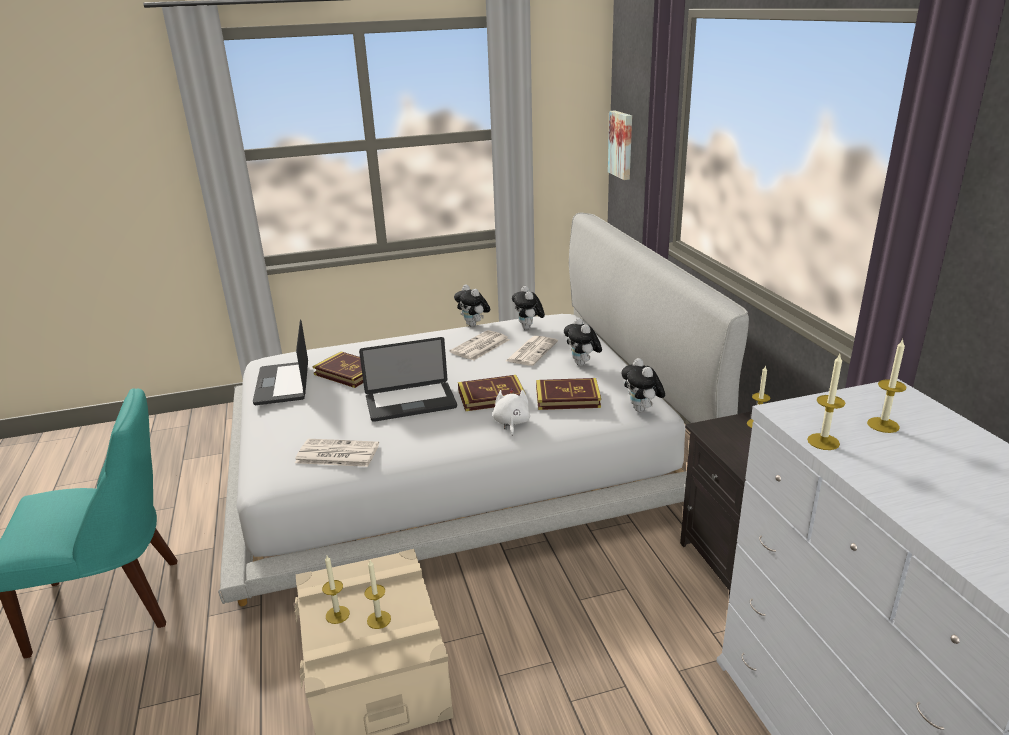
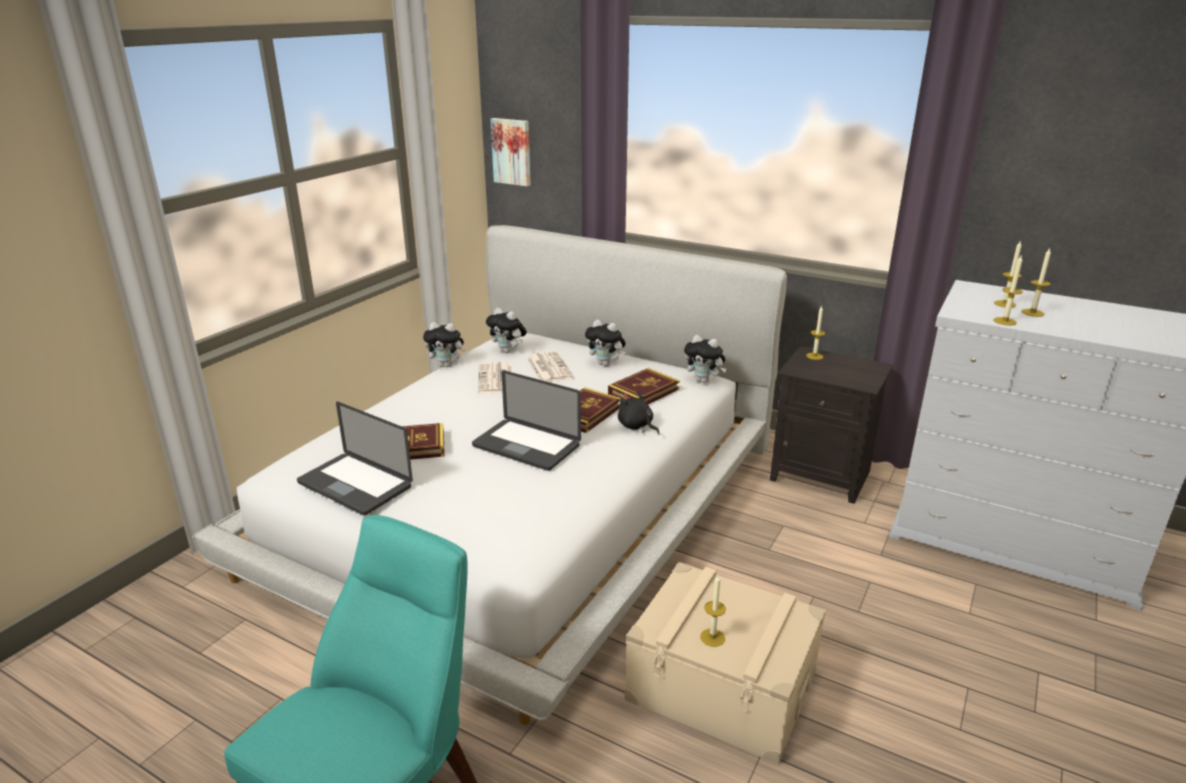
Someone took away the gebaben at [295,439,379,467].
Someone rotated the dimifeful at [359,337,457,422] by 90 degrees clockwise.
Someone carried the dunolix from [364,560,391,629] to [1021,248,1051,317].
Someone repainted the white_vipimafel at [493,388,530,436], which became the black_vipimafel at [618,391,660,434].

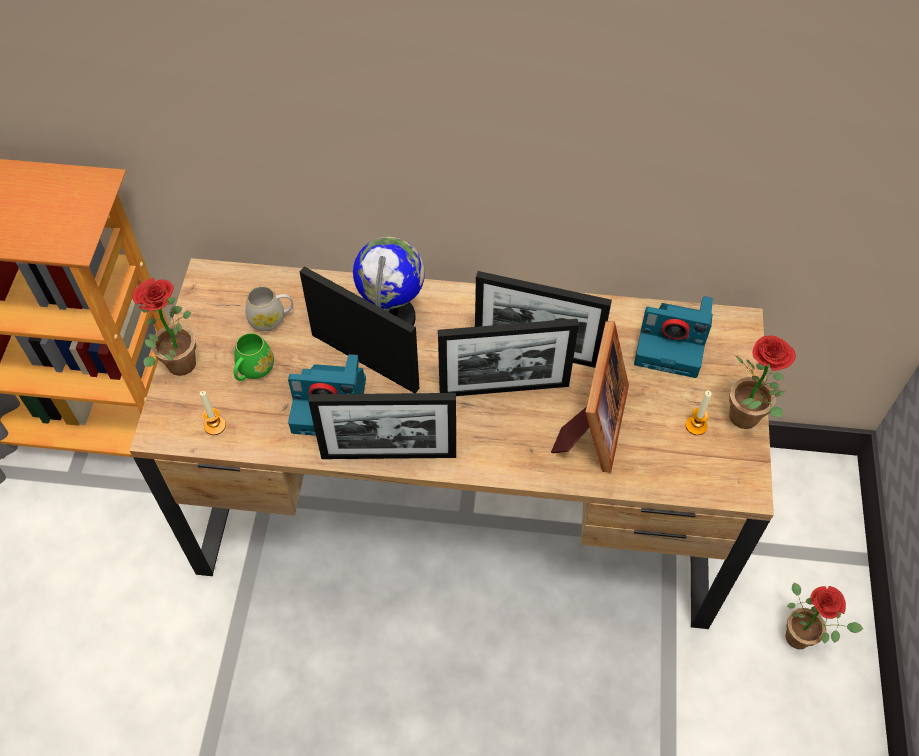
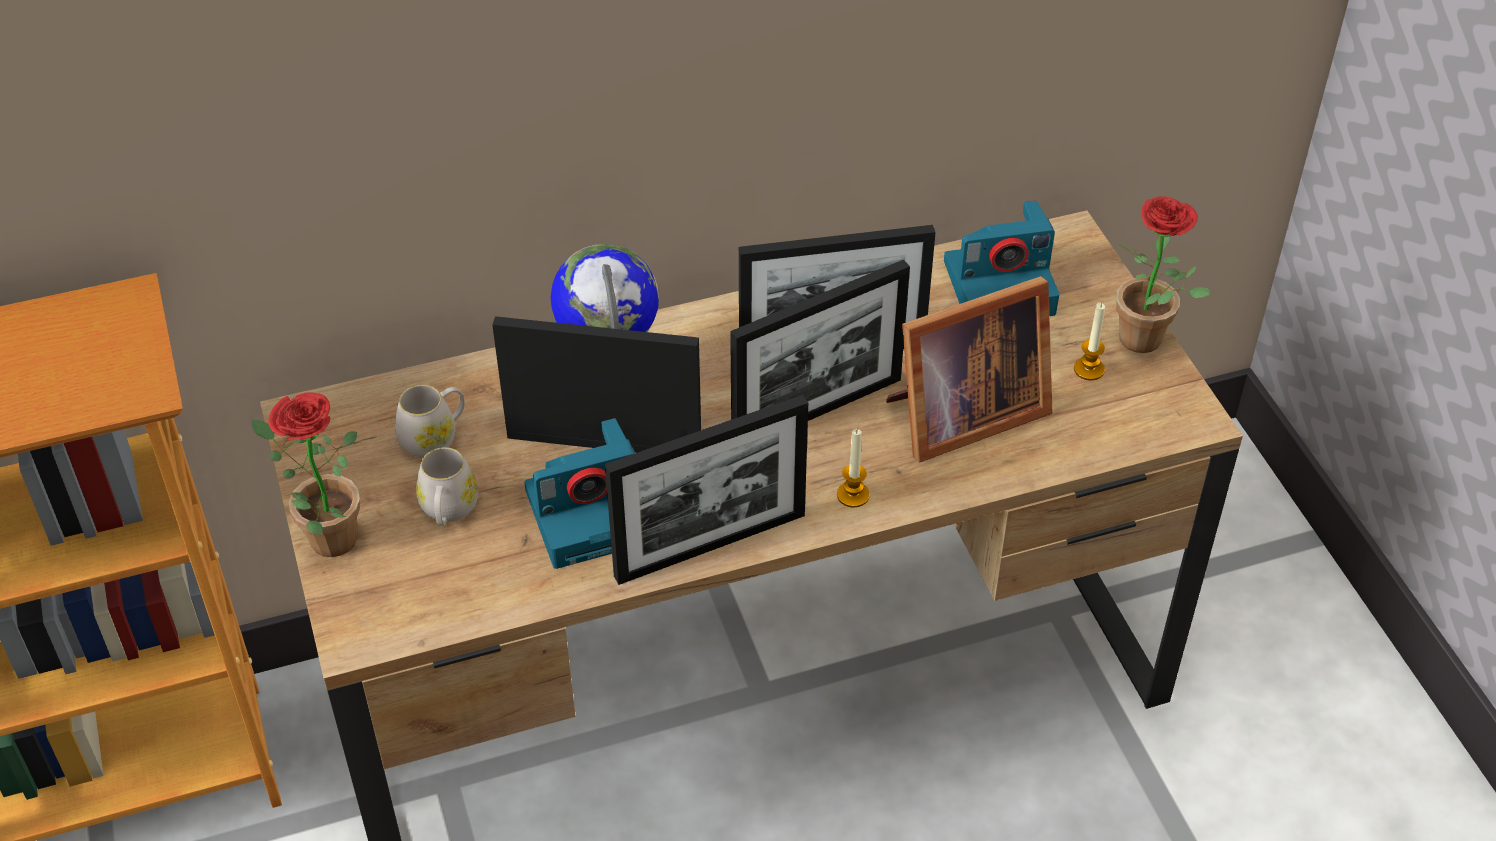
Someone carried the dunolix from [200,391,226,435] to [837,429,870,508].
Someone repainted the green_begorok at [234,333,274,381], which became the white_begorok at [416,447,478,526].
Someone rotated the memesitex at [551,321,629,473] by 75 degrees clockwise.
Someone took away the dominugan at [786,582,863,649].

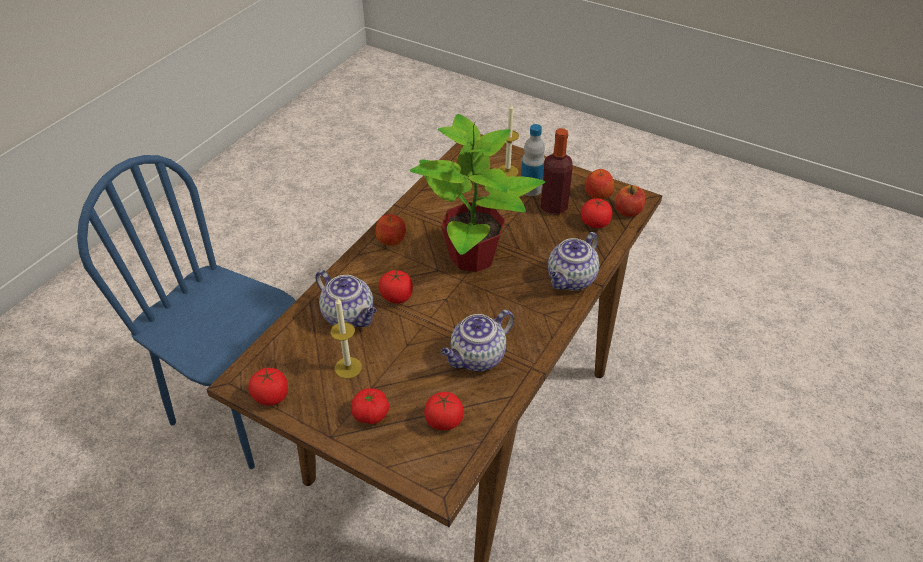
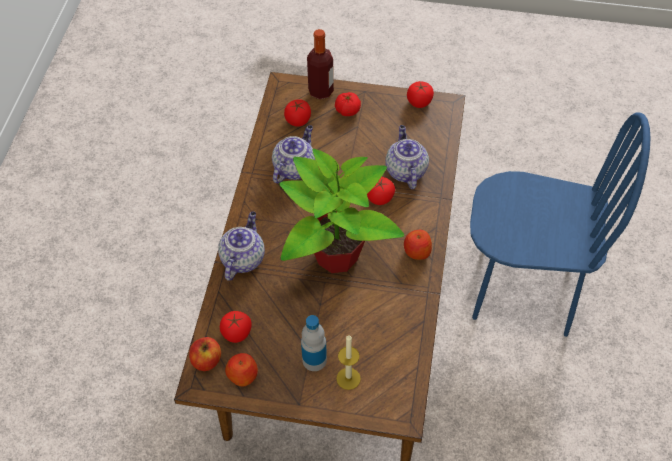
Someone rotated the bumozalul at [315,270,377,328] by 60 degrees clockwise.
Someone took away the dunolix at [330,297,362,379].
Someone carried the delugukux from [540,128,573,215] to [307,29,334,99].

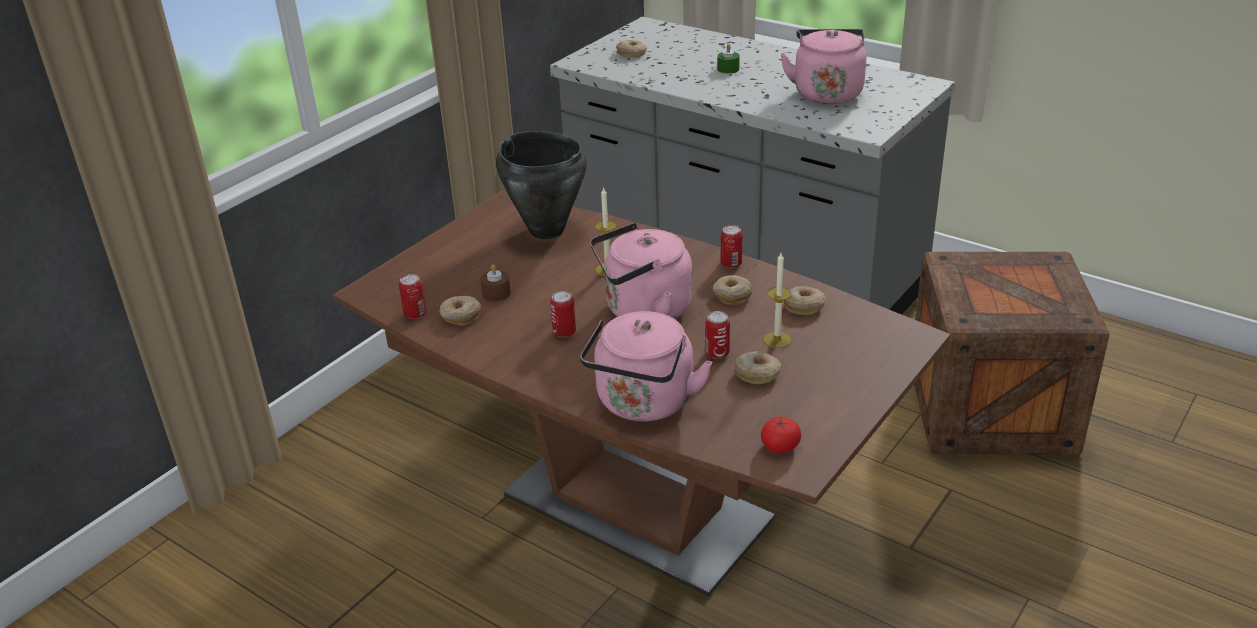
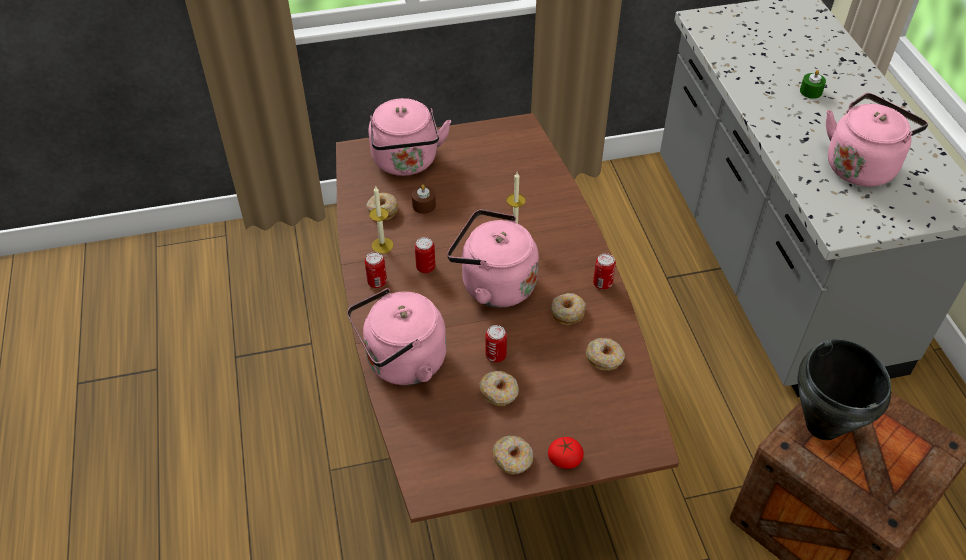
Someone carried the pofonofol from [399,274,426,319] to [365,252,387,288].
Someone carried the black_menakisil from [496,131,587,239] to [798,339,891,440].
Someone carried the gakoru from [616,40,647,58] to [493,436,533,475].
Someone carried the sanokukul from [761,417,801,453] to [548,437,584,469].
Someone carried the dunolix from [764,253,791,348] to [369,186,393,254].
Someone put down the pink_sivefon at [369,98,451,176].

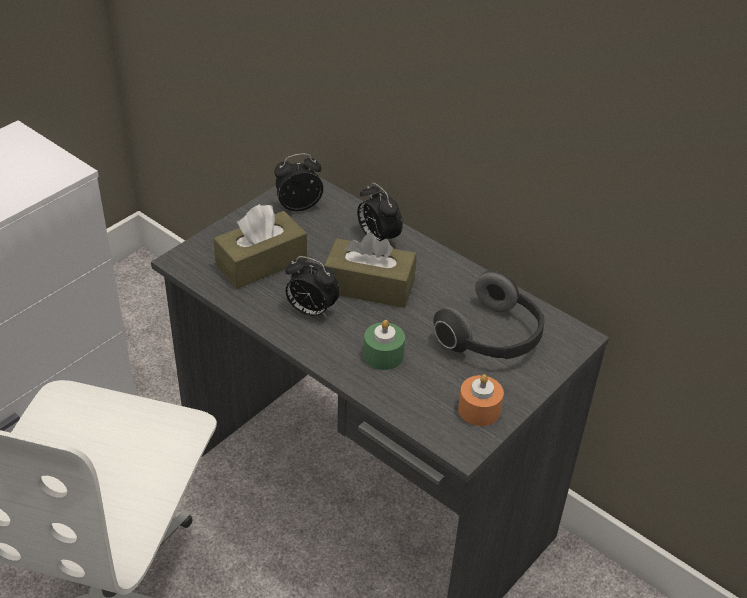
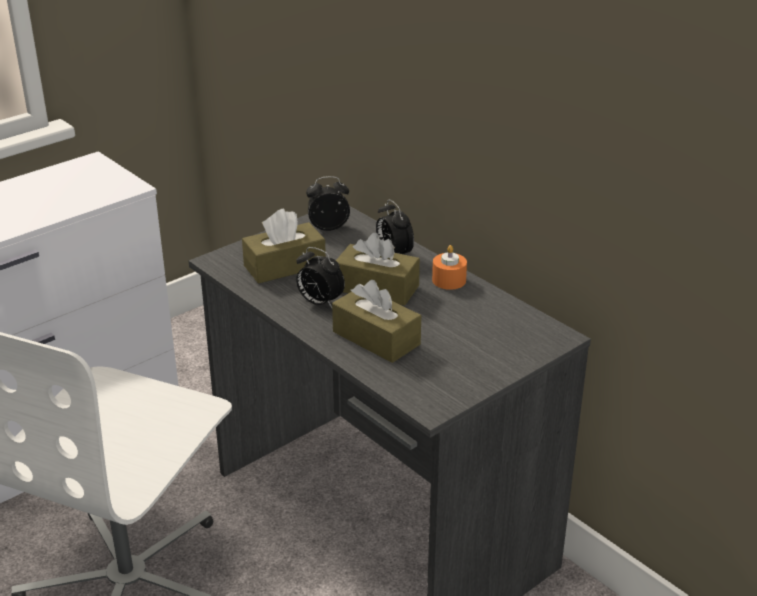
Someone swapped the green_dunolix at [364,320,405,370] for the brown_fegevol at [332,280,421,363].
Someone took away the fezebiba at [434,270,544,359].
Someone carried the orange_dunolix from [458,374,504,426] to [432,245,467,290].

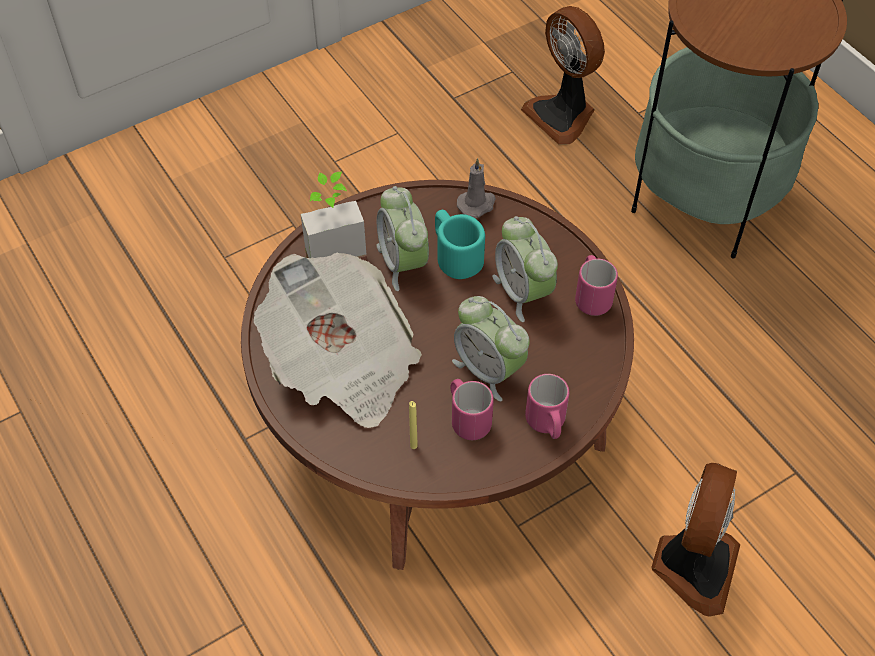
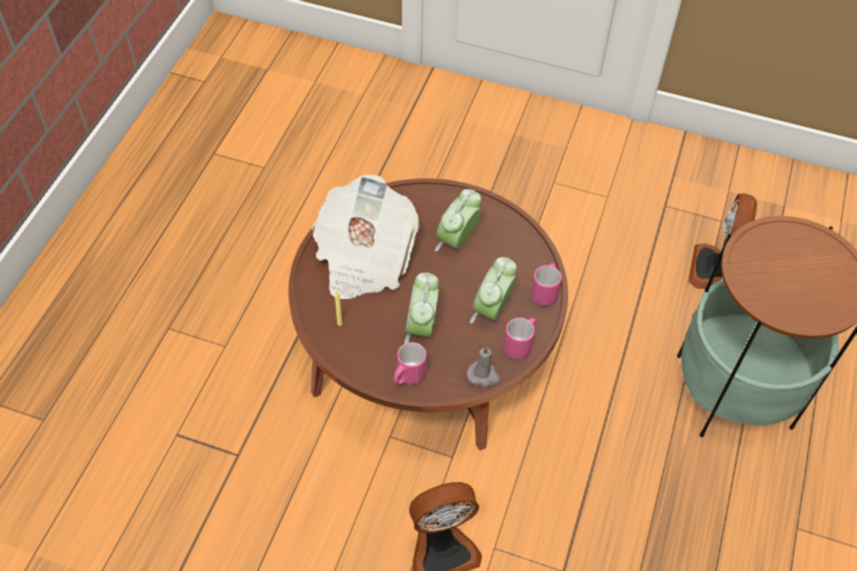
Someone took away the dominugan at [300,172,367,261].
Someone took away the turquoise_begorok at [435,210,485,279].
Someone carried the pink_begorok from [450,379,494,440] to [531,263,562,306].
Someone carried the grey_dunolix from [457,158,496,218] to [467,346,500,387].

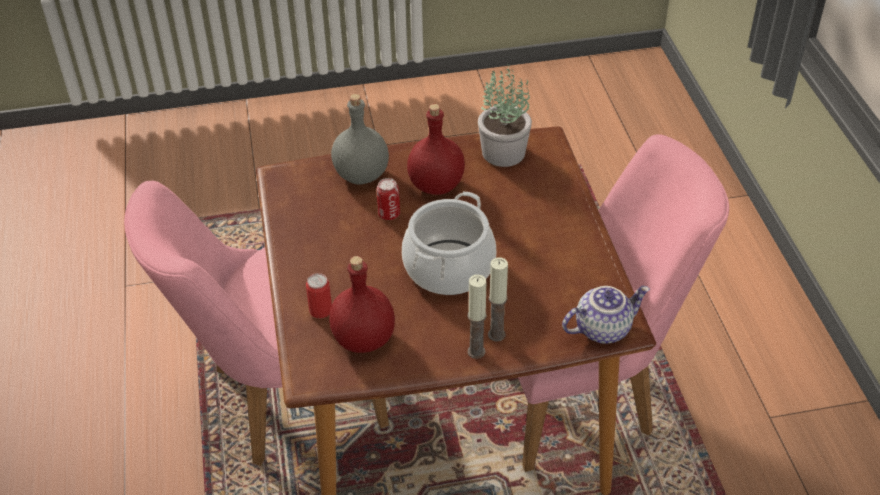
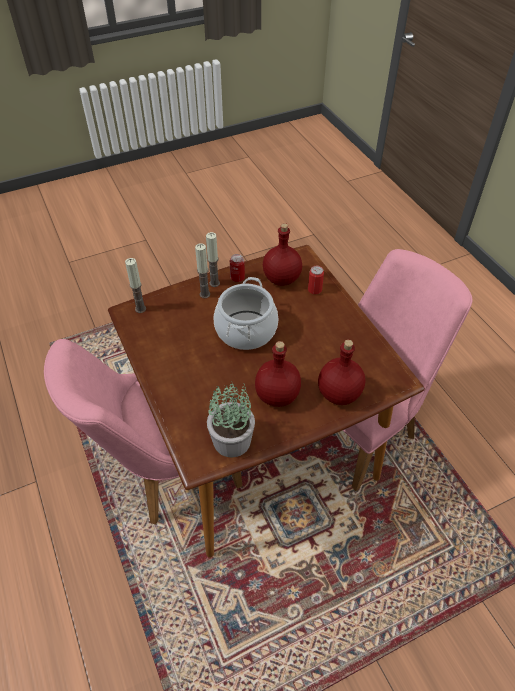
Someone repainted the grey_delugukux at [331,94,389,185], which became the red_delugukux at [318,340,366,405].
Someone carried the pofonofol from [377,178,400,220] to [230,254,245,282].
Someone swapped the bumozalul at [562,286,650,344] for the dunolix at [125,258,146,313].

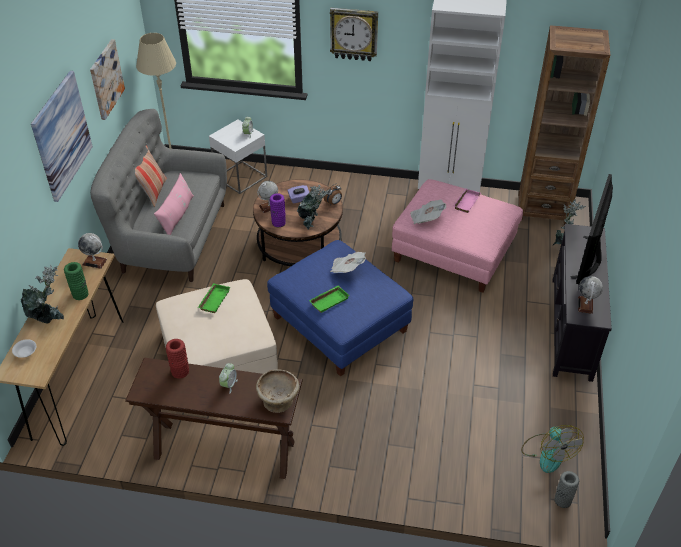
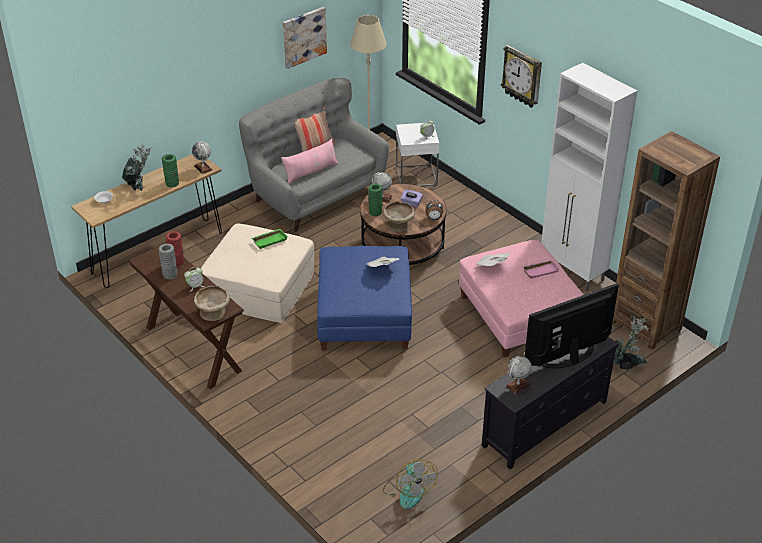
Someone took away the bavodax at [31,71,93,202].
Someone repainted the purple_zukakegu at [270,193,286,227], which became the green_zukakegu at [368,184,383,216].
Someone swapped the dominugan at [297,185,329,229] for the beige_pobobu at [383,201,415,232].
Someone took away the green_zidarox at [309,285,350,313].
Someone rotated the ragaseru at [521,425,584,473] by 45 degrees counterclockwise.
Someone carried the grey_zukakegu from [554,471,579,508] to [158,244,177,280].

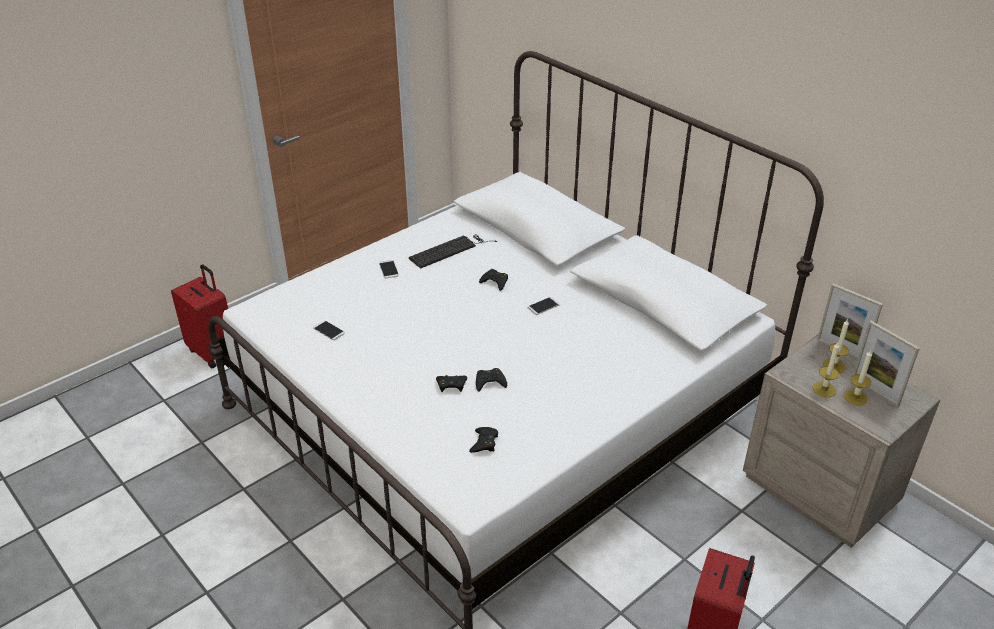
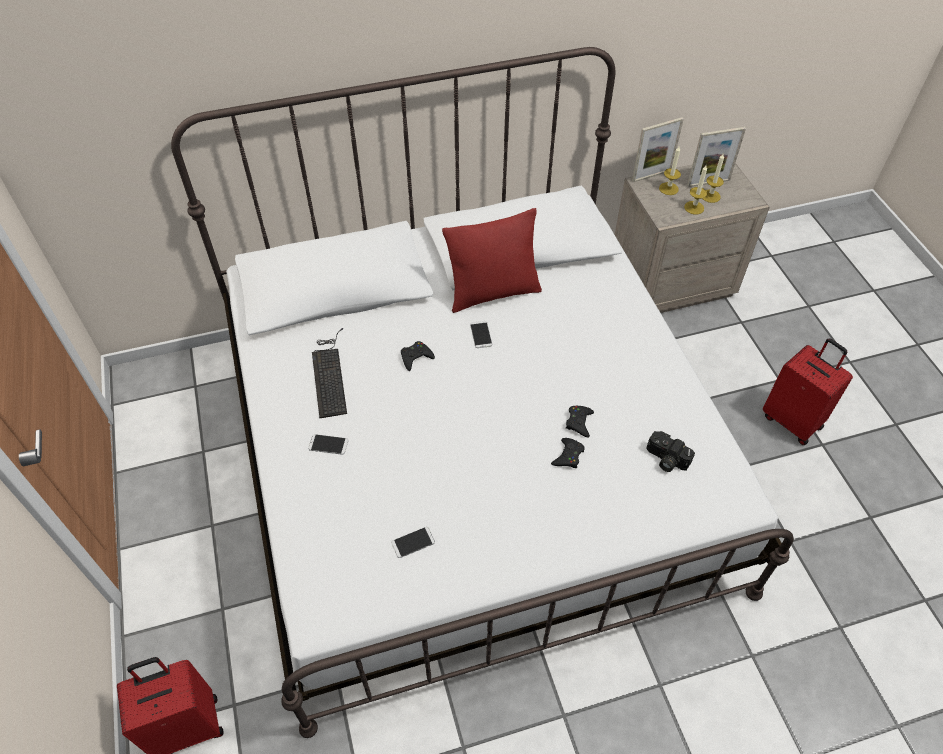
Someone swapped the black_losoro at [469,427,498,453] for the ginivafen at [646,431,695,472].
Someone put down the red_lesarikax at [442,208,542,313].

